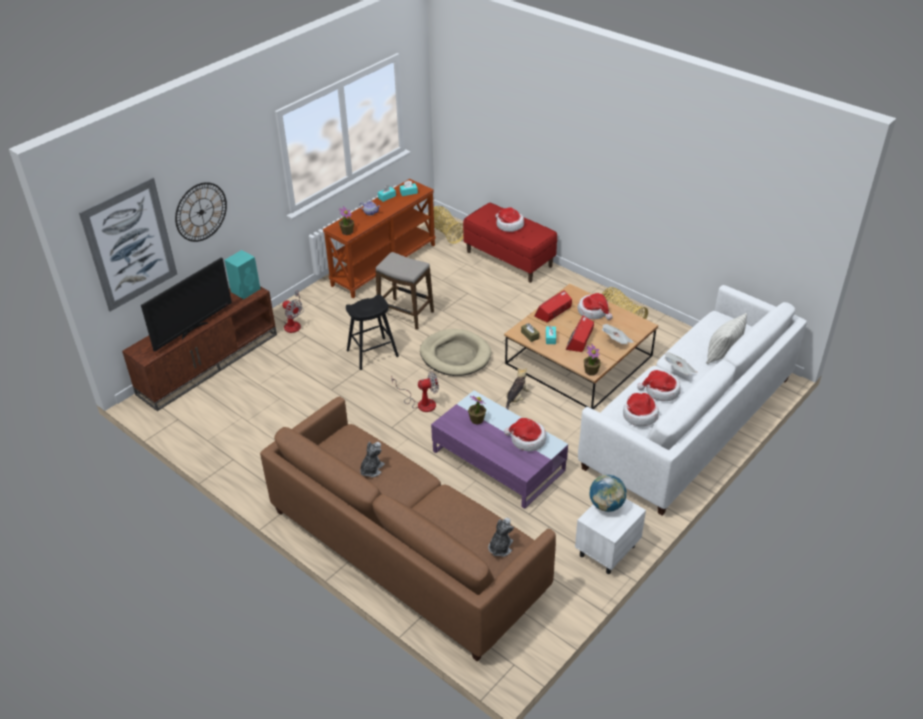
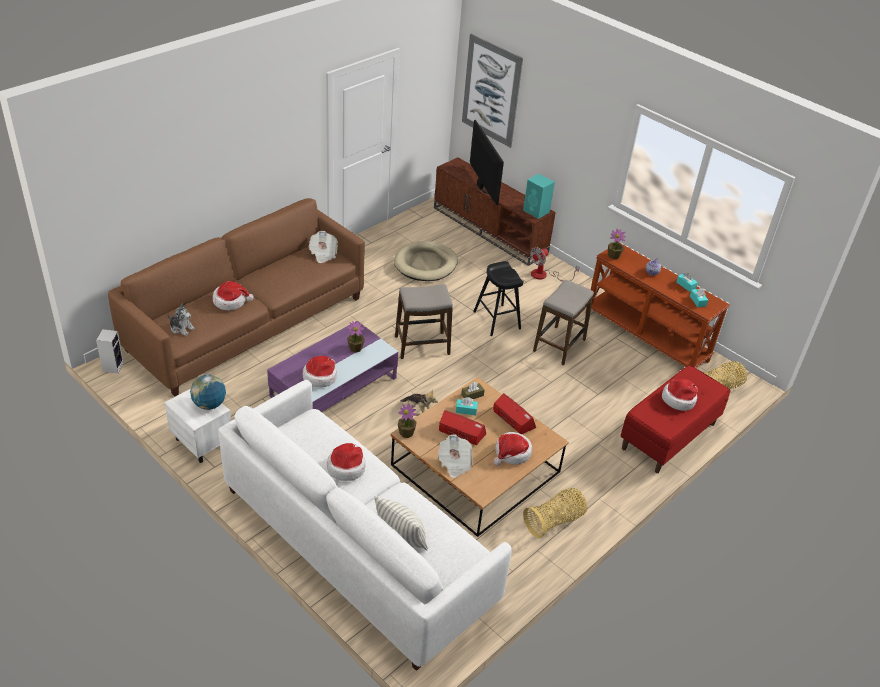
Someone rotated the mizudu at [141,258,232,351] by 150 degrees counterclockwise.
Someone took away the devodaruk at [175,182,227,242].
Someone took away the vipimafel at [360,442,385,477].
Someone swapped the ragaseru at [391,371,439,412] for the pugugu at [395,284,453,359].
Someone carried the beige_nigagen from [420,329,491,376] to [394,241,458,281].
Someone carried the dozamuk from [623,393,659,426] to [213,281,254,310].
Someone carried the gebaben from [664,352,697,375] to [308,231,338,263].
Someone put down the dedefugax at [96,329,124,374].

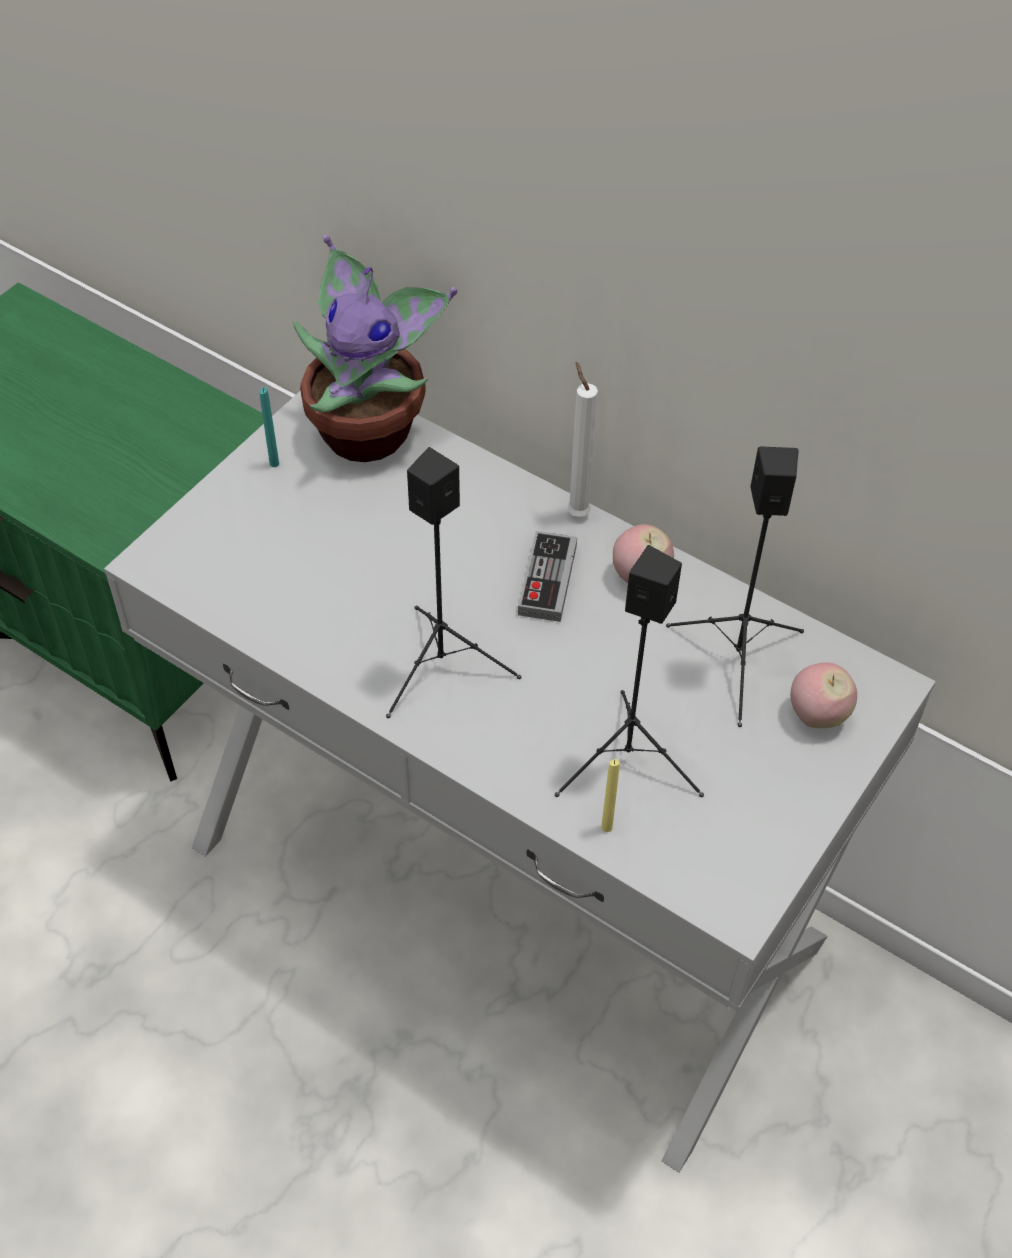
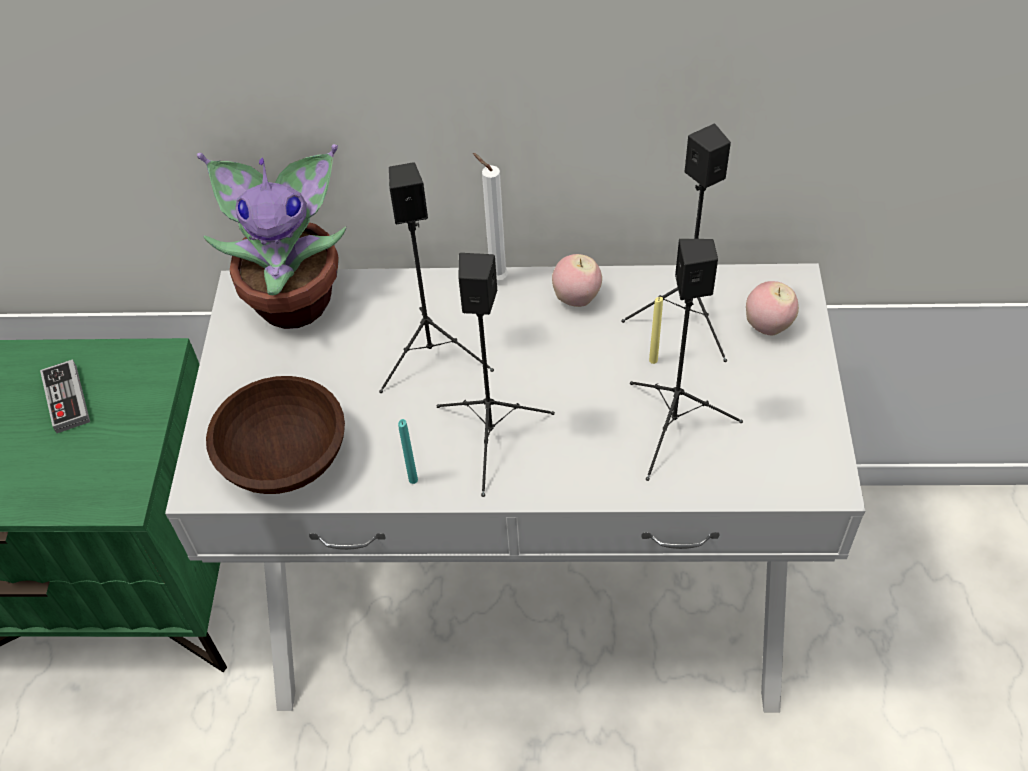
Someone carried the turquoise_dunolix from [259,387,279,467] to [398,419,418,484].
Someone carried the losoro from [518,531,577,622] to [40,359,90,433].
Someone carried the yellow_dunolix from [601,759,620,832] to [649,297,663,364].
Someone put down the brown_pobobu at [206,376,345,494].
Someone put down the black_dedefugax at [379,162,494,393].

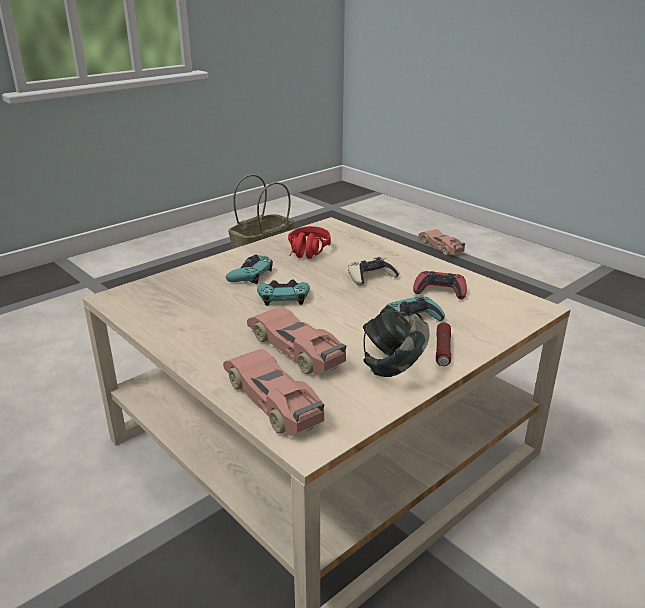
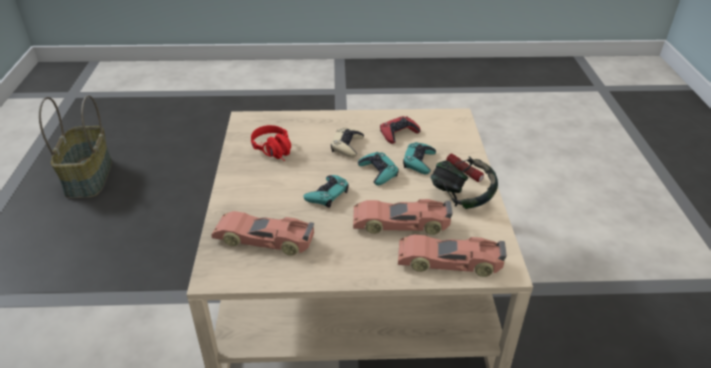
Someone carried the turquoise_losoro from [226,255,273,284] to [358,152,399,186].
Someone carried the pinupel from [419,229,465,255] to [211,211,314,256].

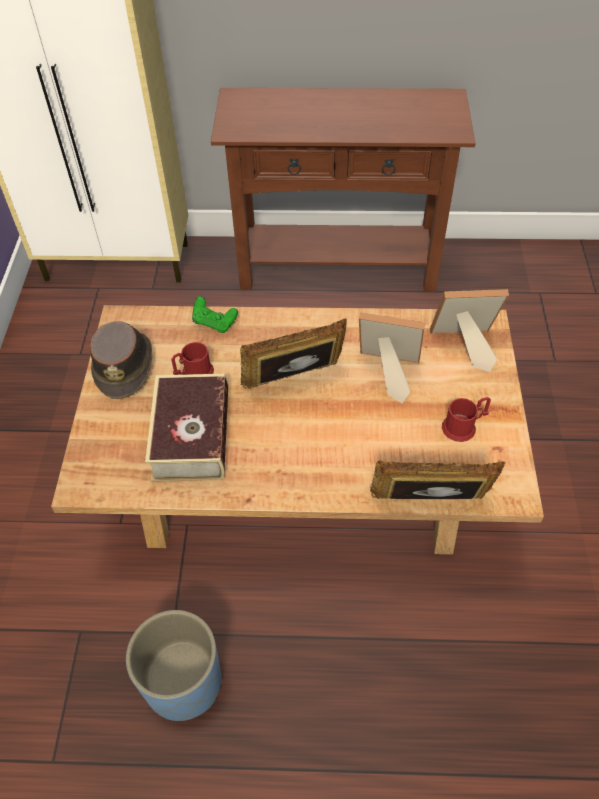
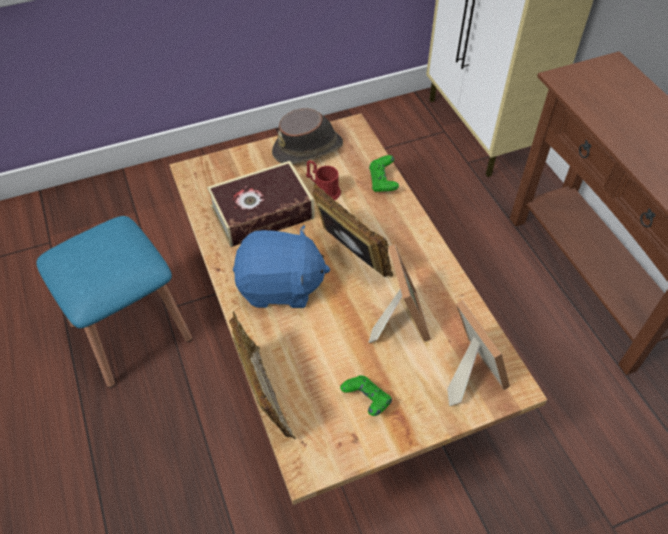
Someone swapped the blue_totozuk at [126,610,221,721] for the blue_pugugu at [36,216,192,388].
Someone swapped the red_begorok at [442,397,491,442] for the green_losoro at [340,375,392,416].
Someone put down the blue_vipimafel at [233,225,331,308].

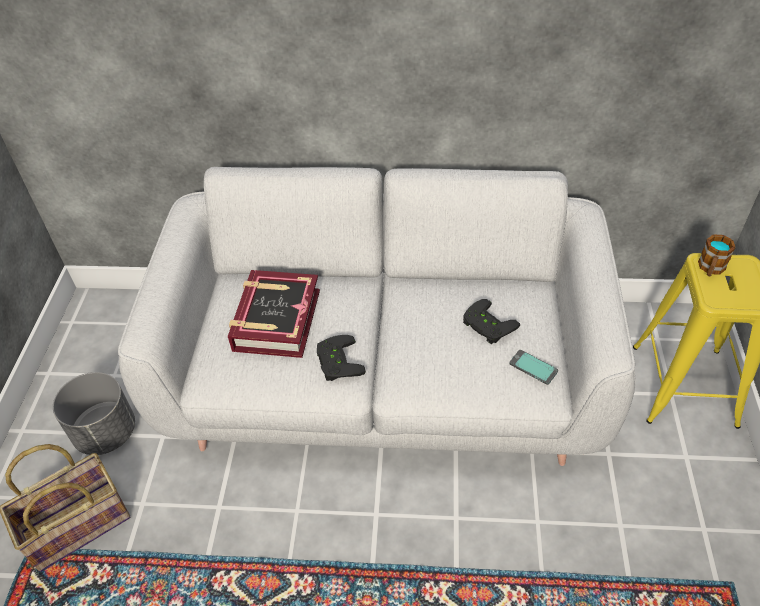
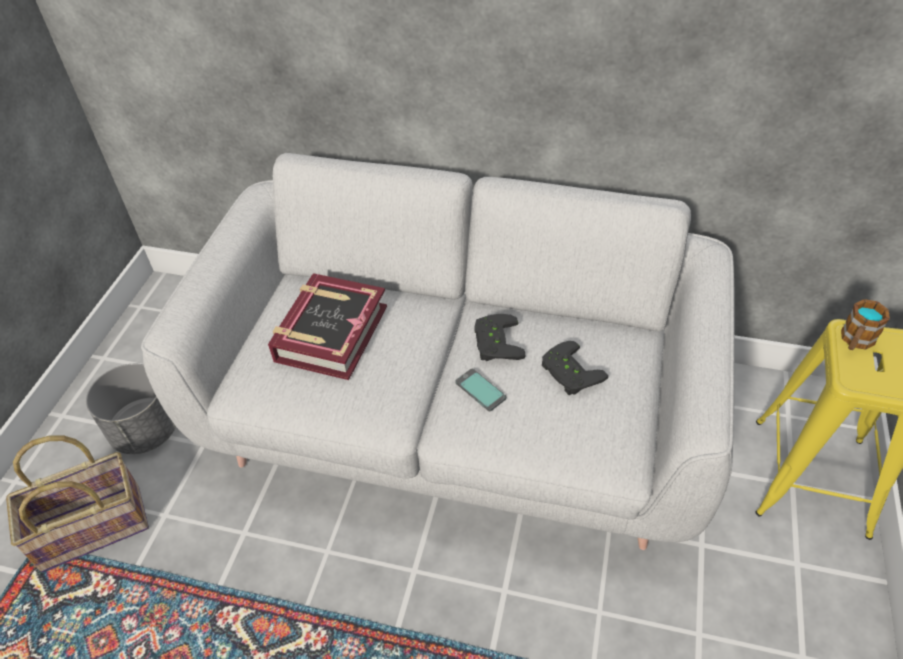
Someone carried the black_losoro from [317,335,366,381] to [474,314,526,361].
Someone carried the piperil from [509,350,558,385] to [456,369,506,411].

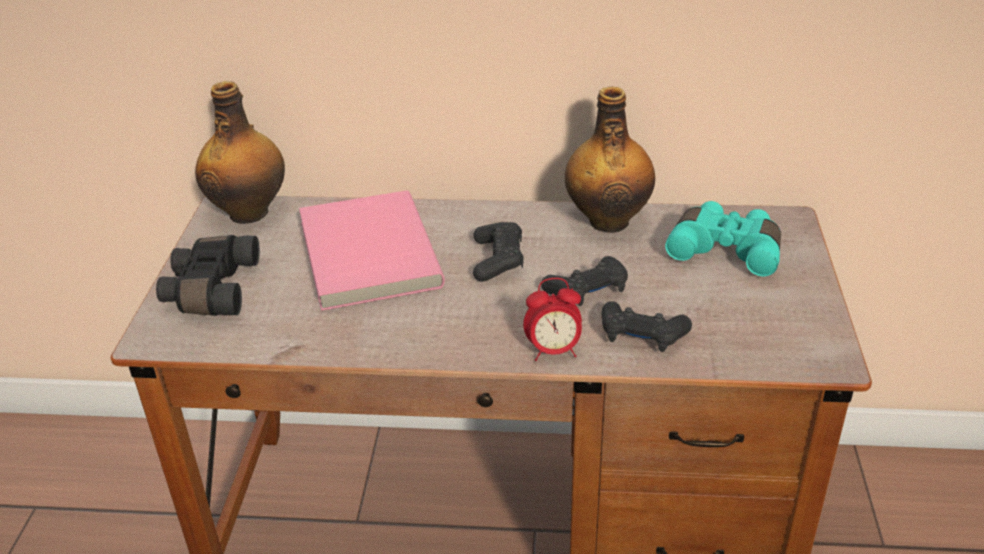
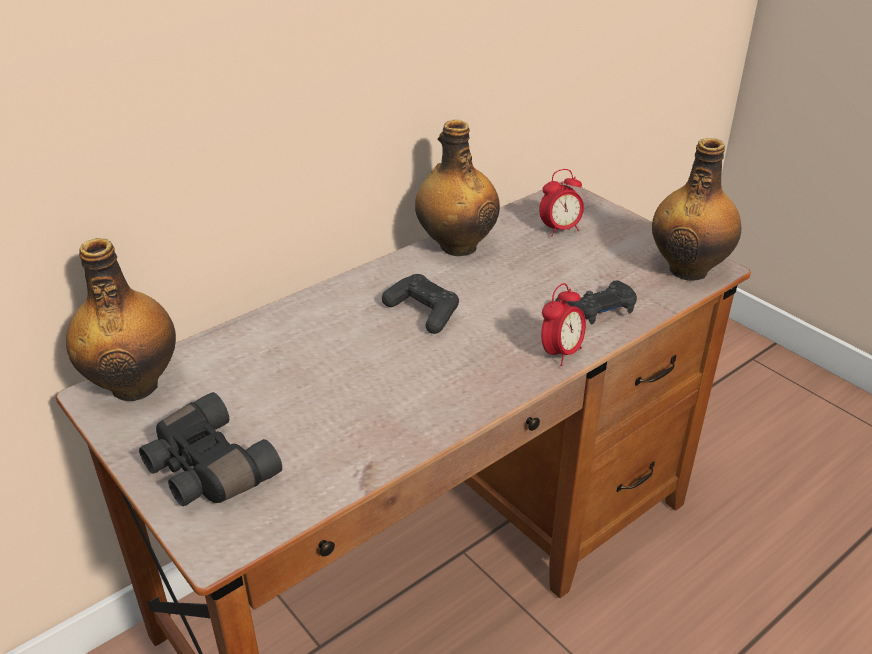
Someone took away the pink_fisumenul at [299,190,445,311].
Someone took away the black_losoro at [541,256,628,306].
Someone swapped the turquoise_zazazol at [665,201,781,276] for the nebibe at [539,169,584,237].
Someone put down the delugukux at [652,138,742,281].

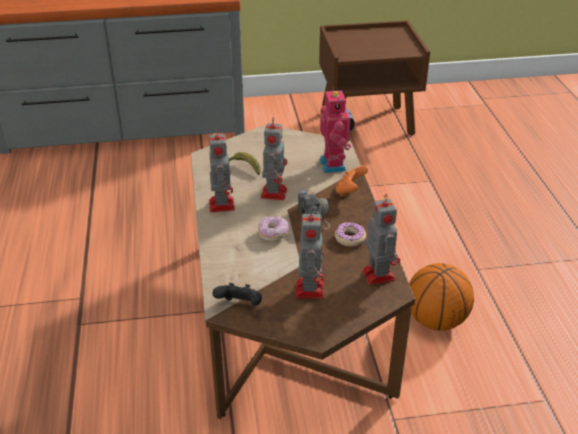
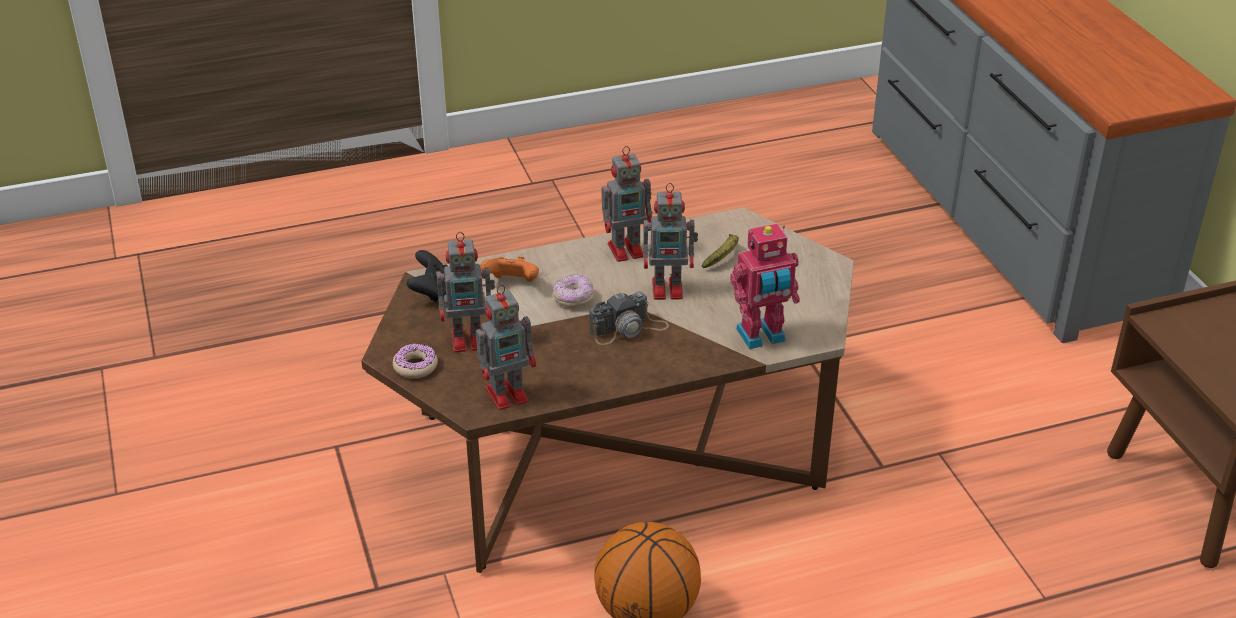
Someone carried the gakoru from [335,222,366,247] to [393,343,438,378].
Someone carried the orange_losoro from [336,166,368,197] to [480,256,539,282].

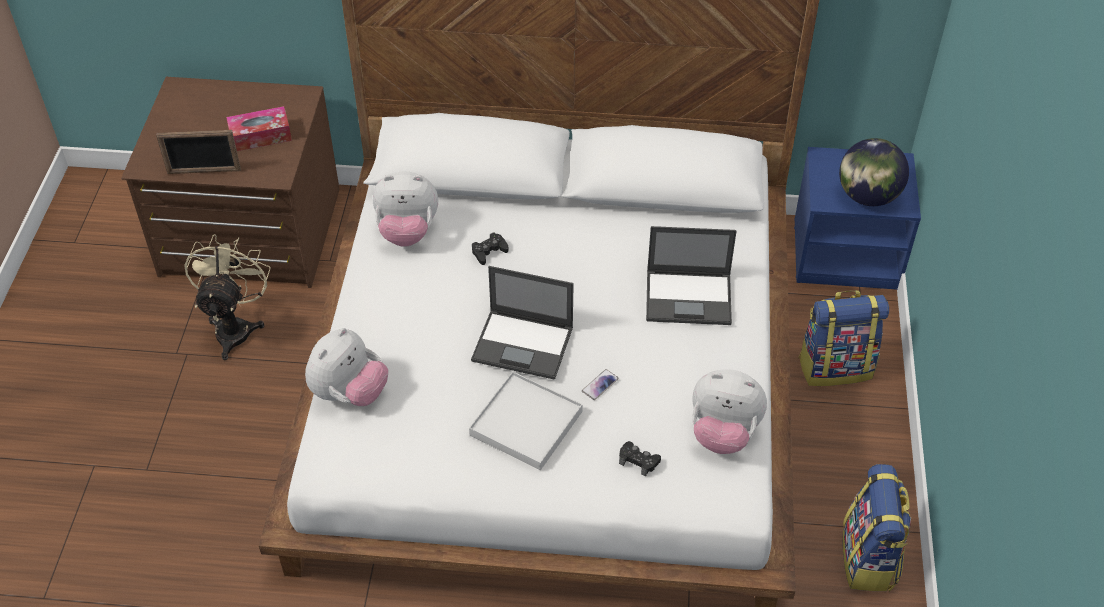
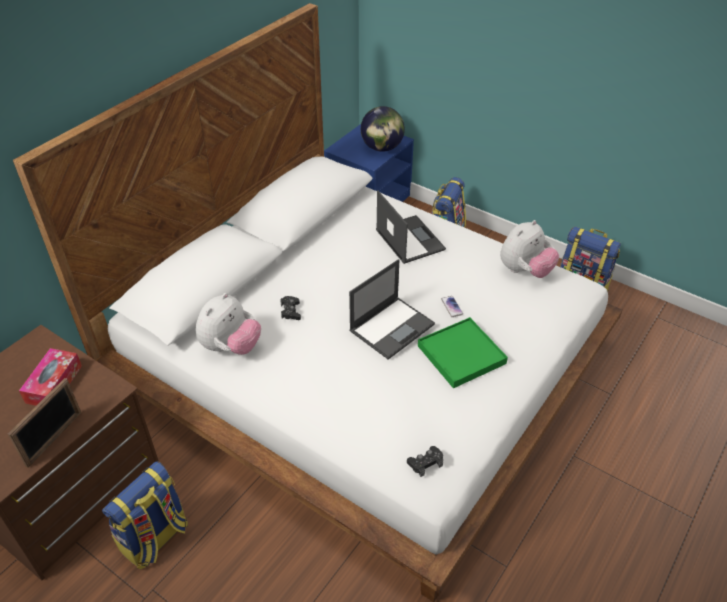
Someone swapped the beige_ragaseru at [184,234,271,360] for the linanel at [102,461,188,570].
Someone took away the vipimafel at [305,328,388,406].
Someone repainted the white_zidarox at [469,371,583,470], which became the green_zidarox at [418,317,508,388].
Someone carried the black_losoro from [619,441,661,477] to [407,446,443,477].
Someone rotated the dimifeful at [646,226,737,325] by 60 degrees counterclockwise.

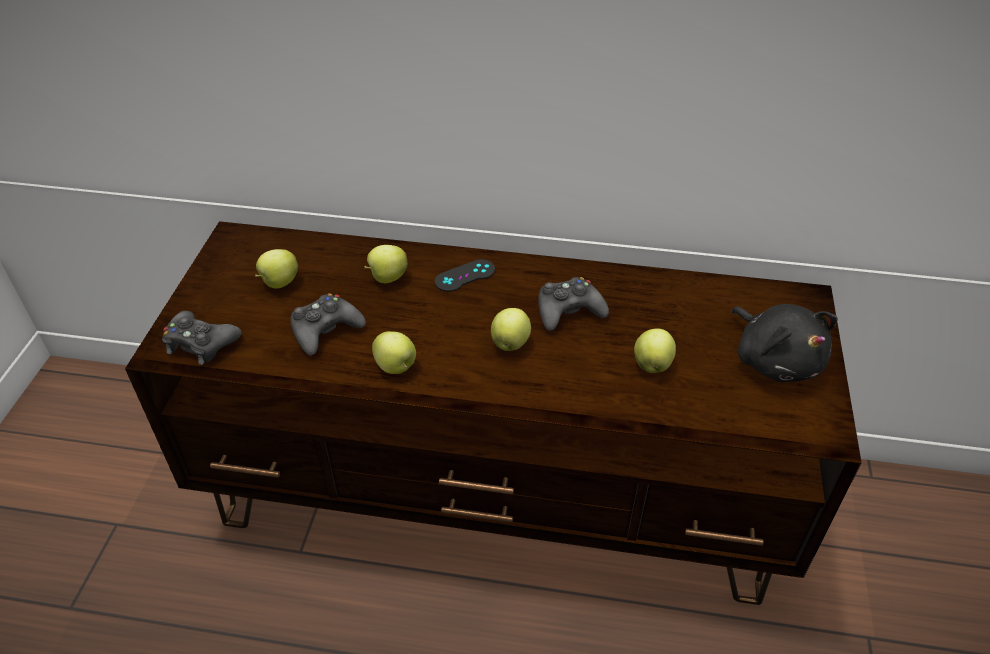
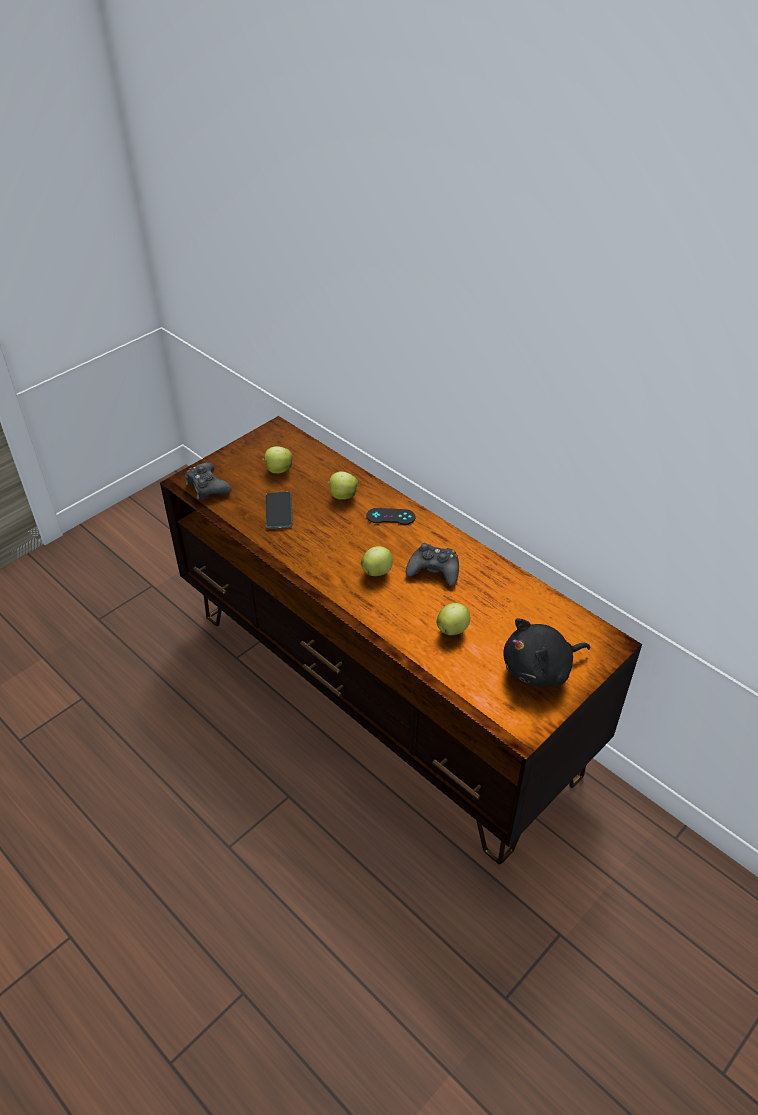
Someone swapped the black_losoro at [291,293,366,355] for the piperil at [265,492,293,529].
Someone took away the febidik at [372,331,416,374].
Someone rotated the black_vipimafel at [731,304,838,382] by 60 degrees clockwise.

